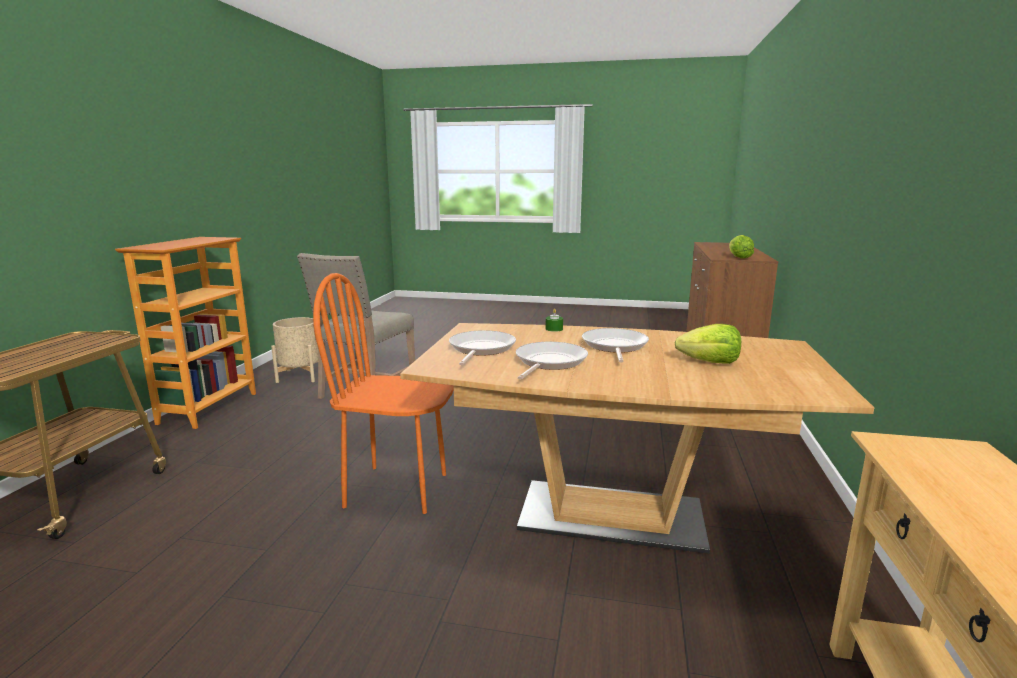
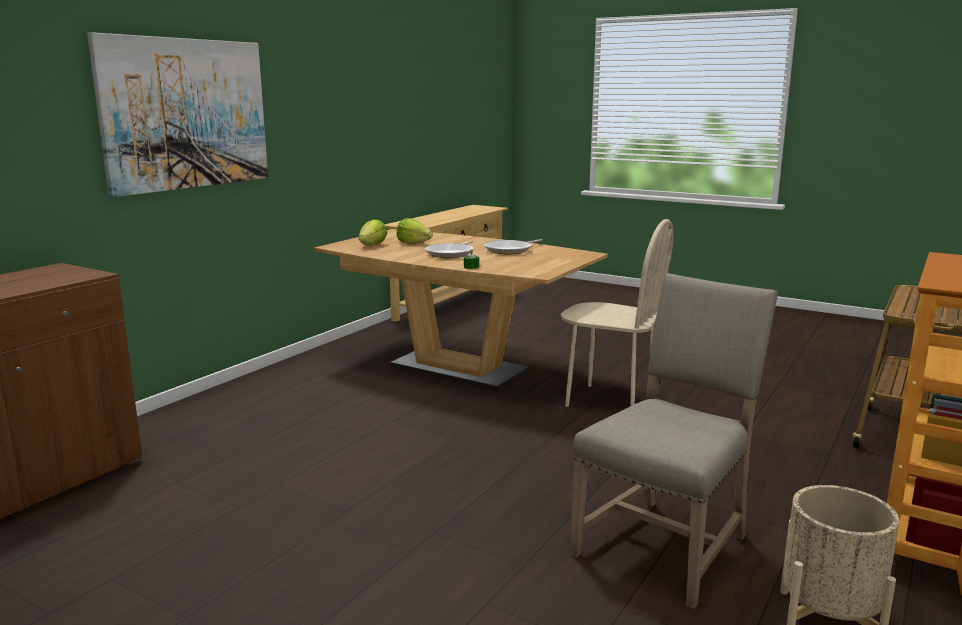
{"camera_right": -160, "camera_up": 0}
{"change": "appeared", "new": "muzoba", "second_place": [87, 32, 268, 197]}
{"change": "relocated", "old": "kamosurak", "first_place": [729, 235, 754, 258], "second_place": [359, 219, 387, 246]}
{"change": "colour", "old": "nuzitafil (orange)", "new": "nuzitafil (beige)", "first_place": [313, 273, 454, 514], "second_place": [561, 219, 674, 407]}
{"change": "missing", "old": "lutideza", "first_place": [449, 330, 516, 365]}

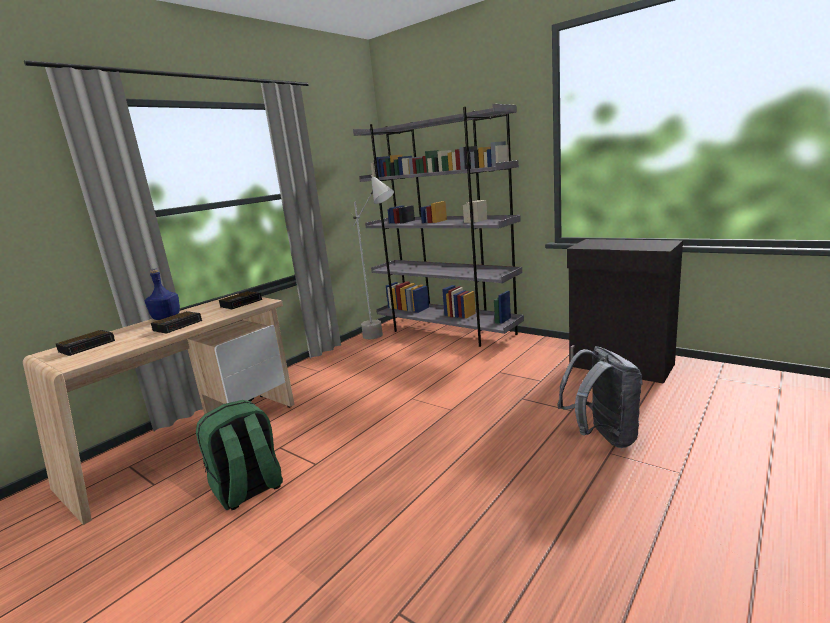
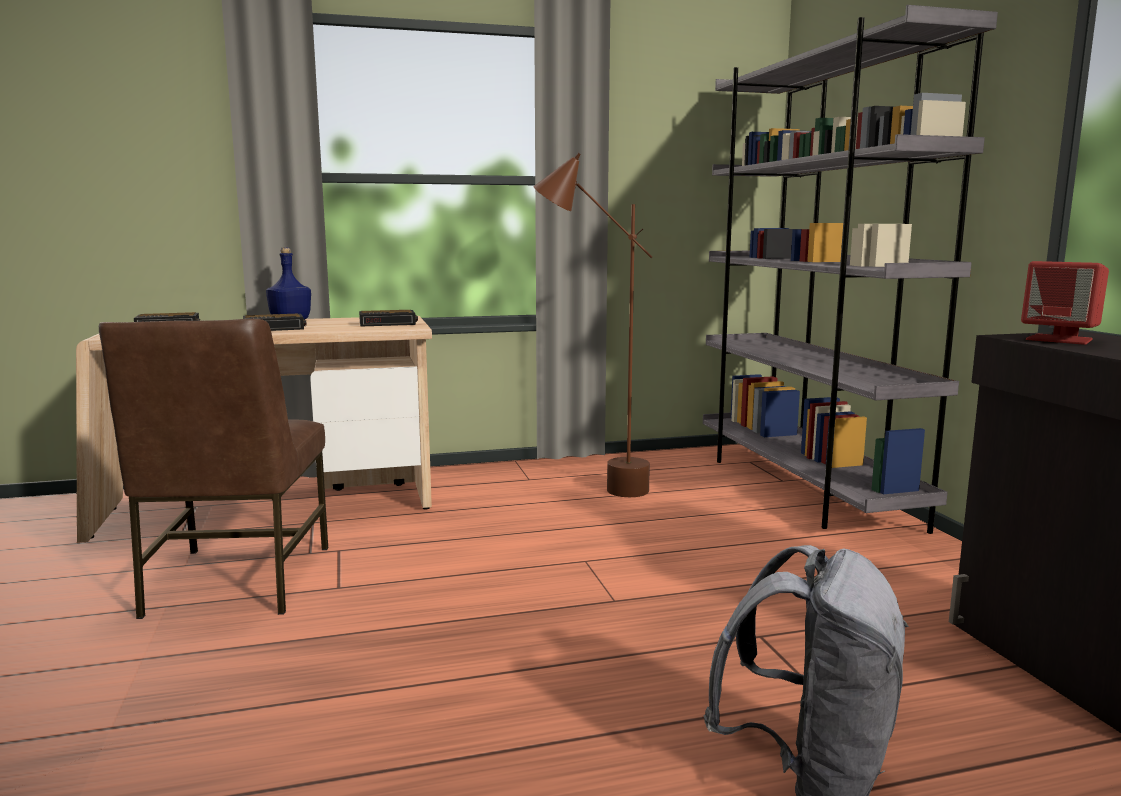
{"camera_right": 35, "camera_up": -5}
{"change": "exchanged", "old": "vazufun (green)", "new": "nuzitafil (brown)", "first_place": [196, 400, 283, 510], "second_place": [99, 319, 328, 619]}
{"change": "appeared", "new": "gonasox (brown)", "second_place": [534, 153, 652, 497]}
{"change": "appeared", "new": "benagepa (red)", "second_place": [1021, 261, 1109, 345]}
{"change": "missing", "old": "gonasox (grey)", "first_place": [353, 175, 394, 339]}

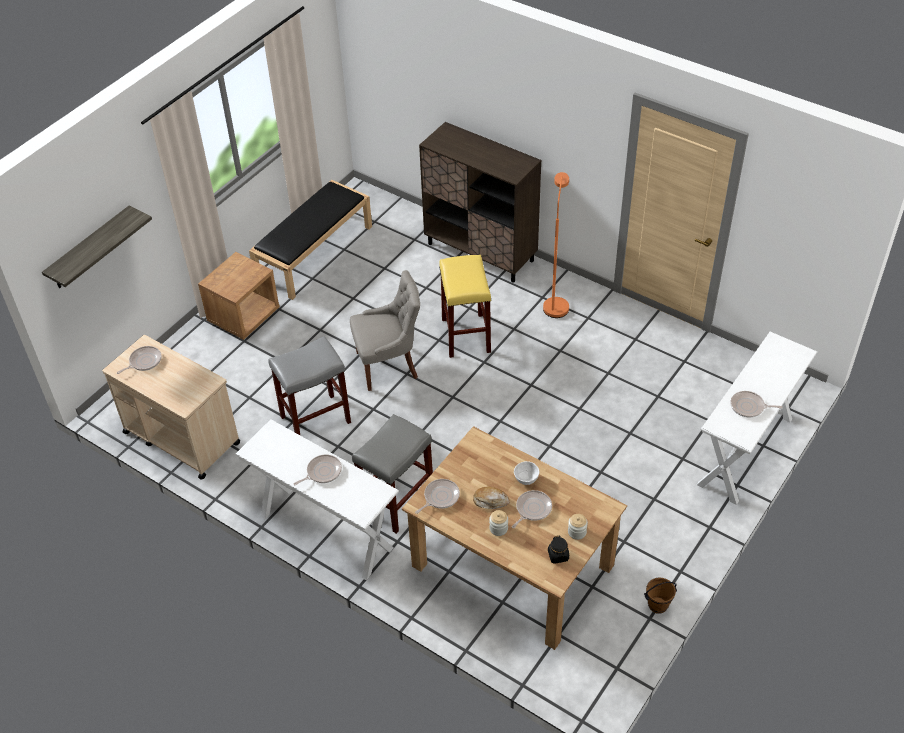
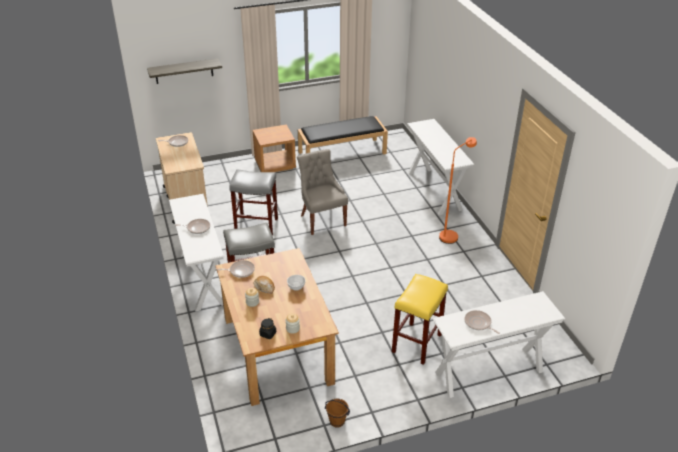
{"camera_right": 35, "camera_up": -10}
{"change": "spun", "old": "nuzitafil (grey)", "first_place": [350, 270, 420, 391], "second_place": [297, 149, 348, 235], "degrees": -135}
{"change": "relocated", "old": "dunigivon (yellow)", "first_place": [439, 255, 491, 358], "second_place": [392, 274, 448, 365]}
{"change": "exchanged", "old": "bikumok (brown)", "new": "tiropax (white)", "first_place": [419, 122, 541, 282], "second_place": [407, 119, 474, 215]}
{"change": "missing", "old": "lutideza", "first_place": [512, 490, 552, 528]}

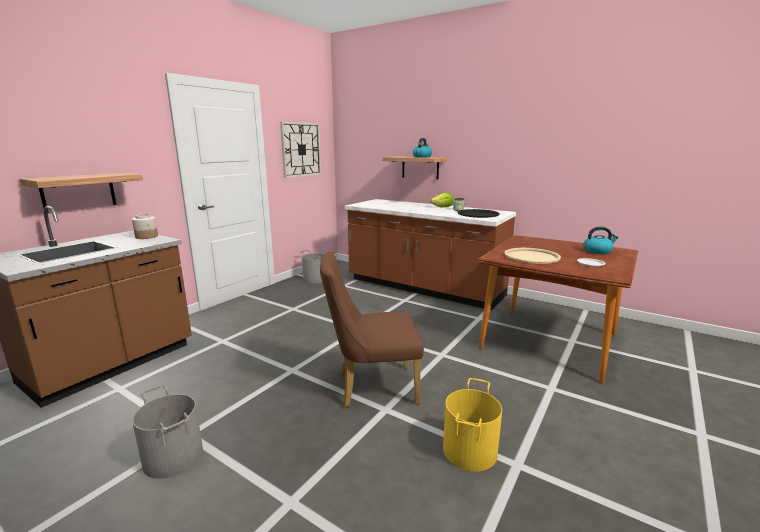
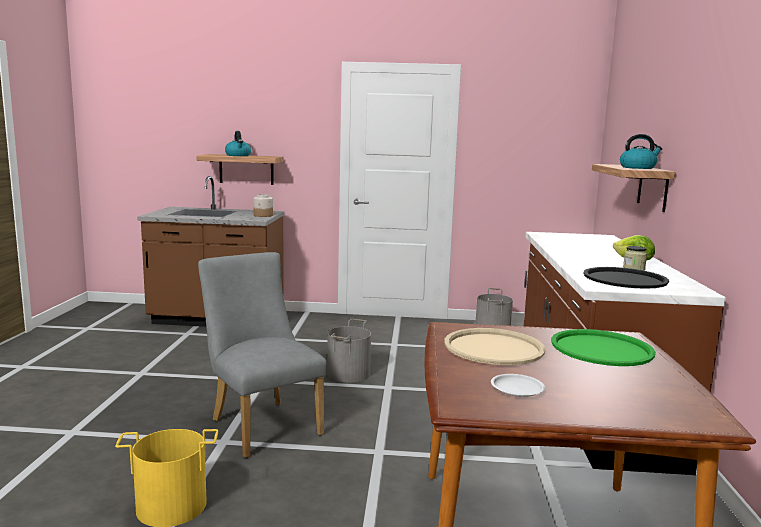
{"camera_right": 60, "camera_up": -5}
{"change": "colour", "old": "nuzitafil (brown)", "new": "nuzitafil (grey)", "first_place": [320, 251, 424, 407], "second_place": [198, 252, 327, 458]}
{"change": "relocated", "old": "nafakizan", "first_place": [583, 226, 618, 254], "second_place": [225, 131, 251, 156]}
{"change": "relocated", "old": "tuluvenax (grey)", "first_place": [132, 385, 203, 479], "second_place": [327, 319, 371, 382]}
{"change": "appeared", "new": "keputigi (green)", "second_place": [551, 329, 656, 366]}
{"change": "missing", "old": "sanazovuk", "first_place": [280, 122, 321, 178]}

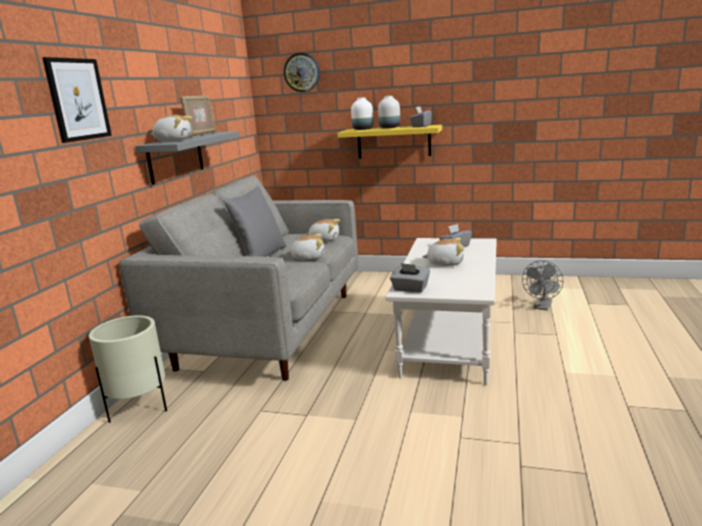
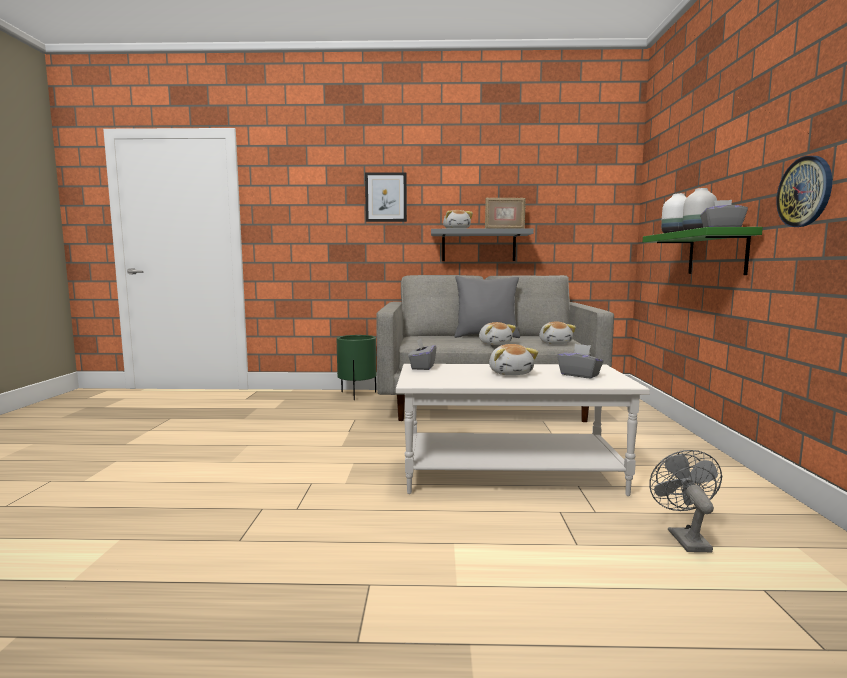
{"camera_right": 75, "camera_up": -10}
{"change": "colour", "old": "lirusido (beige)", "new": "lirusido (green)", "first_place": [89, 315, 167, 423], "second_place": [337, 335, 376, 400]}
{"change": "colour", "old": "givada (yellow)", "new": "givada (green)", "first_place": [338, 125, 442, 159], "second_place": [643, 227, 763, 275]}
{"change": "spun", "old": "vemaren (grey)", "first_place": [522, 260, 563, 310], "second_place": [649, 450, 722, 552], "degrees": 75}
{"change": "relocated", "old": "sanazovuk", "first_place": [284, 53, 320, 92], "second_place": [776, 156, 832, 227]}

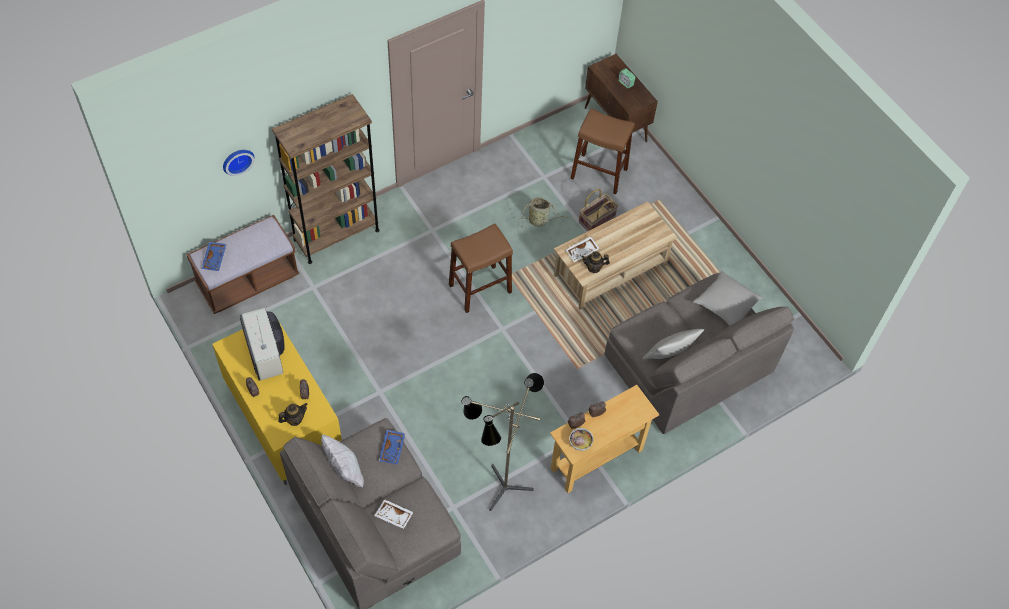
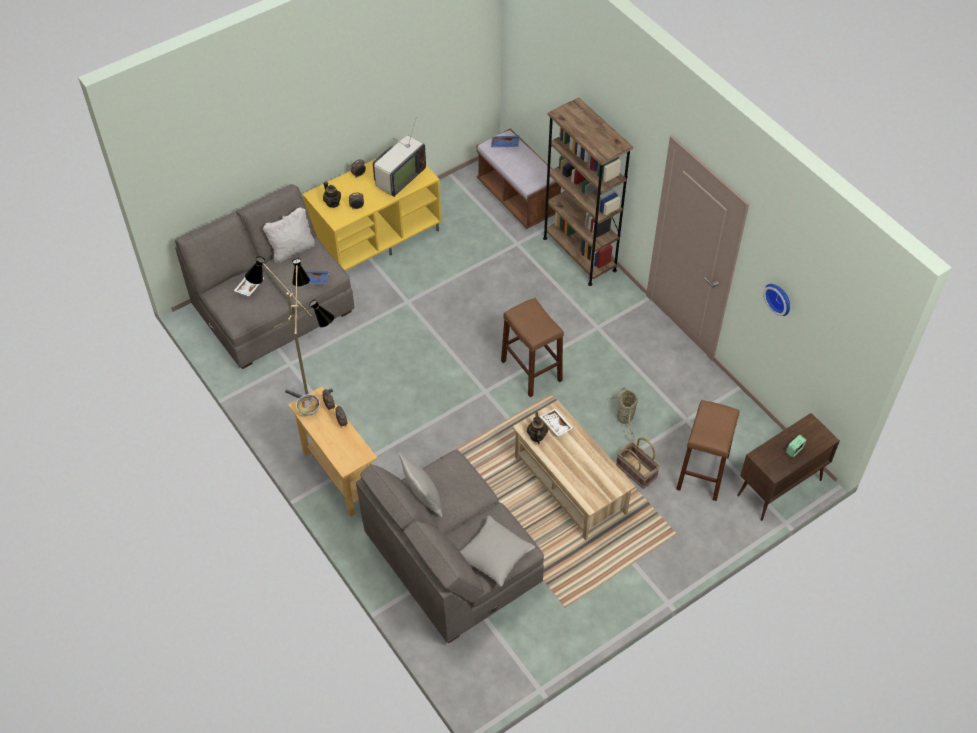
{"camera_right": 90, "camera_up": -5}
{"change": "spun", "old": "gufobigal", "first_place": [240, 308, 285, 381], "second_place": [373, 120, 426, 197], "degrees": 150}
{"change": "relocated", "old": "sanazovuk", "first_place": [223, 150, 254, 176], "second_place": [763, 284, 790, 316]}

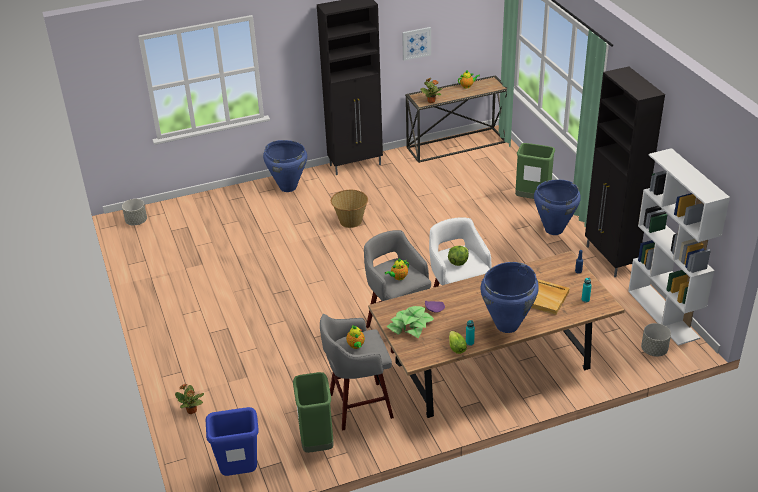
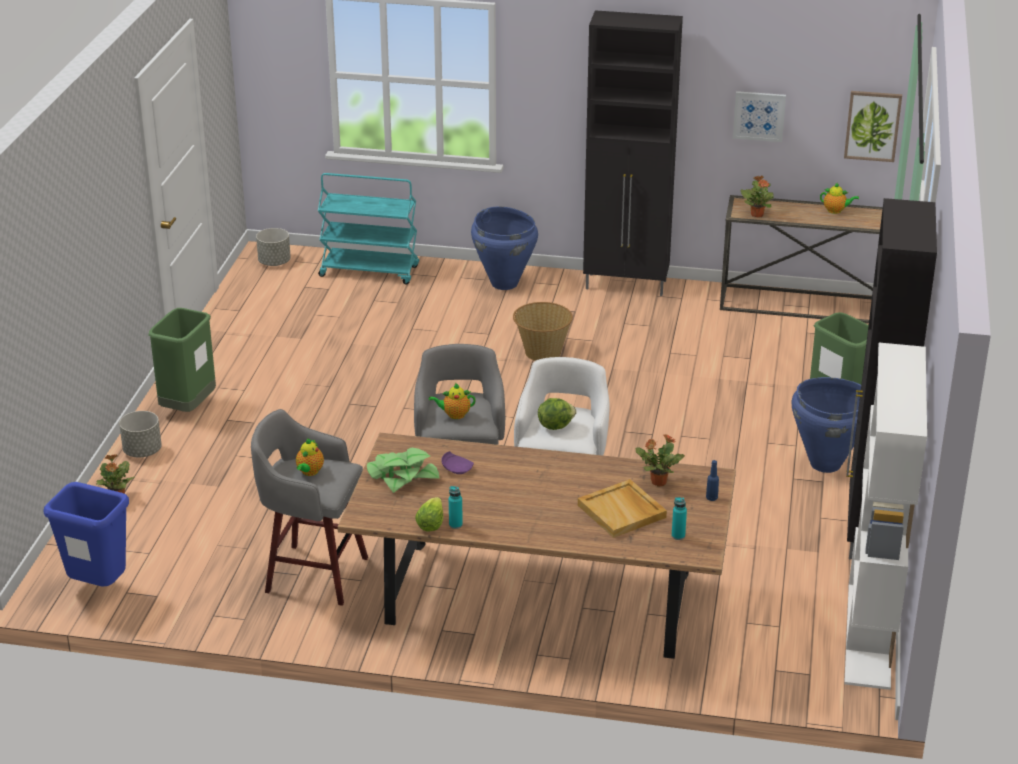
{"camera_right": 30, "camera_up": -5}
{"change": "relocated", "old": "lirusido (grey)", "first_place": [641, 323, 671, 357], "second_place": [119, 411, 162, 457]}
{"change": "relocated", "old": "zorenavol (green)", "first_place": [293, 372, 334, 453], "second_place": [148, 308, 216, 412]}
{"change": "appeared", "new": "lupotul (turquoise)", "second_place": [318, 173, 419, 284]}
{"change": "appeared", "new": "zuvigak", "second_place": [636, 434, 685, 487]}
{"change": "appeared", "new": "muzoba", "second_place": [844, 91, 902, 162]}
{"change": "missing", "old": "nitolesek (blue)", "first_place": [480, 262, 539, 333]}

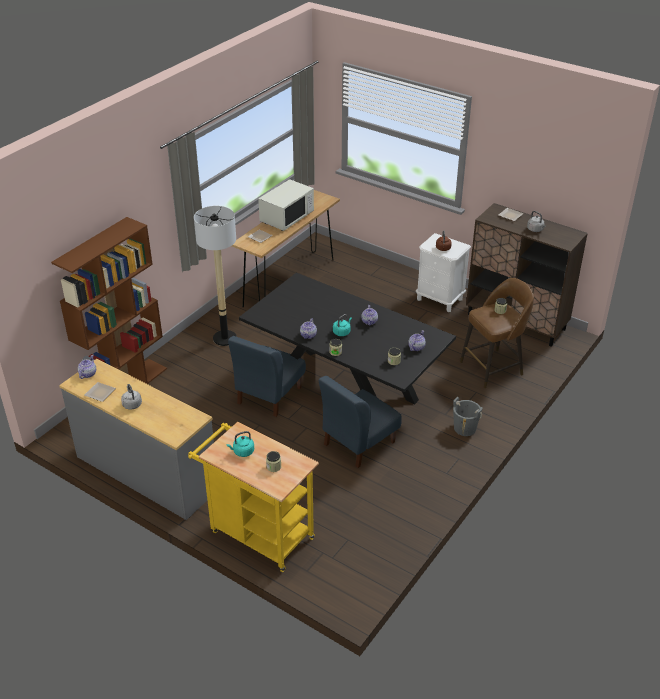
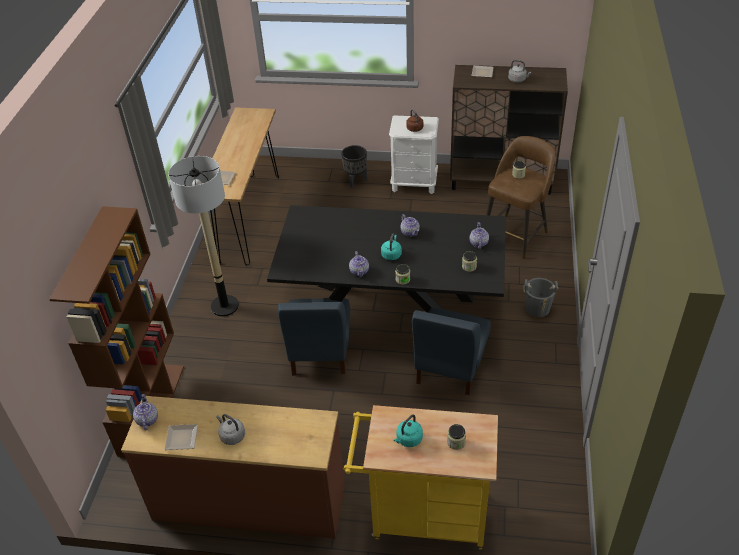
{"camera_right": -25, "camera_up": 5}
{"change": "colour", "old": "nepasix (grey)", "new": "nepasix (brown)", "first_place": [59, 359, 214, 520], "second_place": [121, 396, 345, 539]}
{"change": "appeared", "new": "lirusido (black)", "second_place": [341, 145, 367, 188]}
{"change": "missing", "old": "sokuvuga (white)", "first_place": [258, 179, 314, 231]}

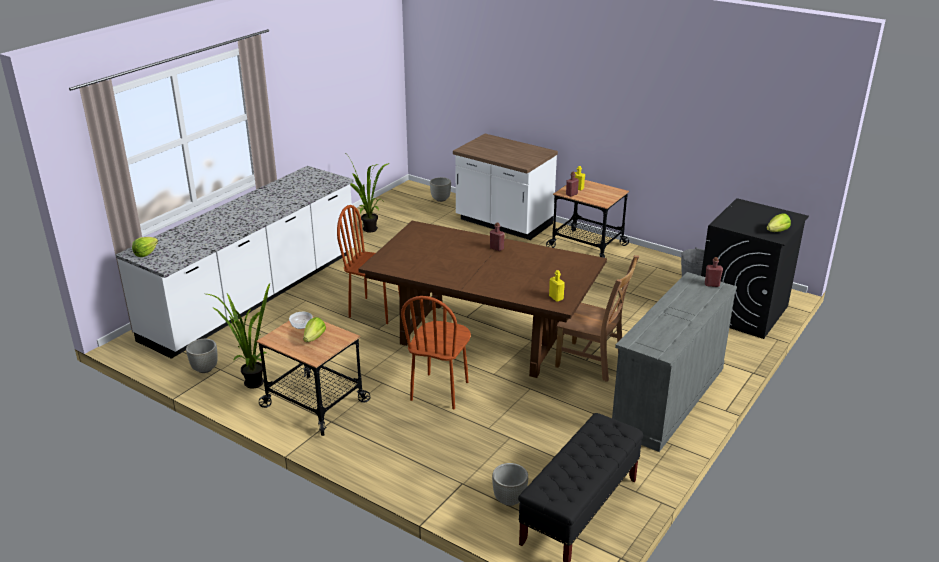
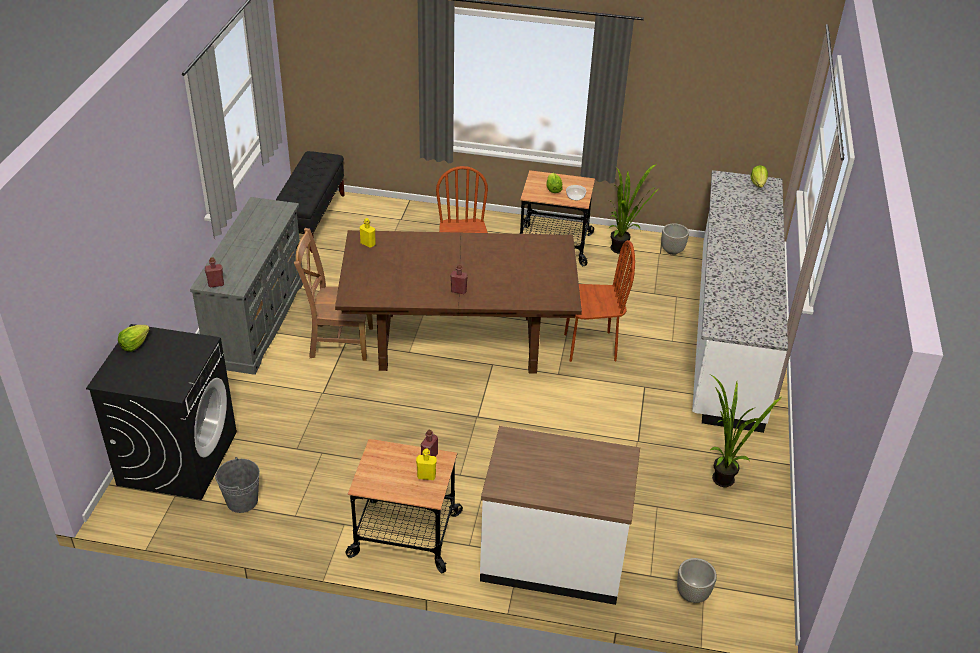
{"camera_right": 155, "camera_up": 10}
{"change": "missing", "old": "lirusido (grey)", "first_place": [492, 463, 528, 506]}

